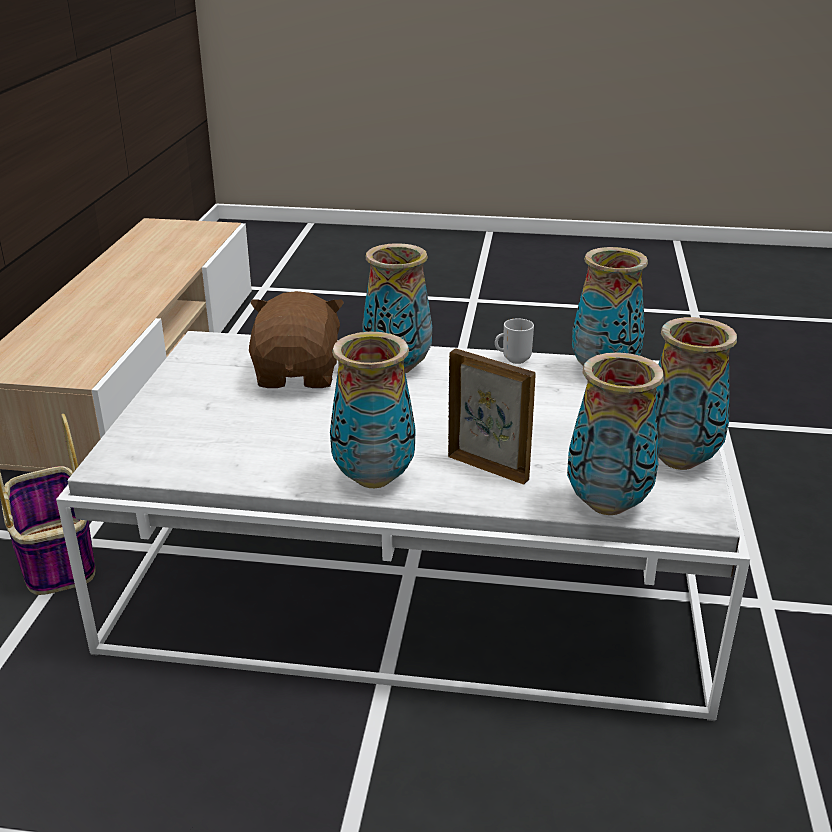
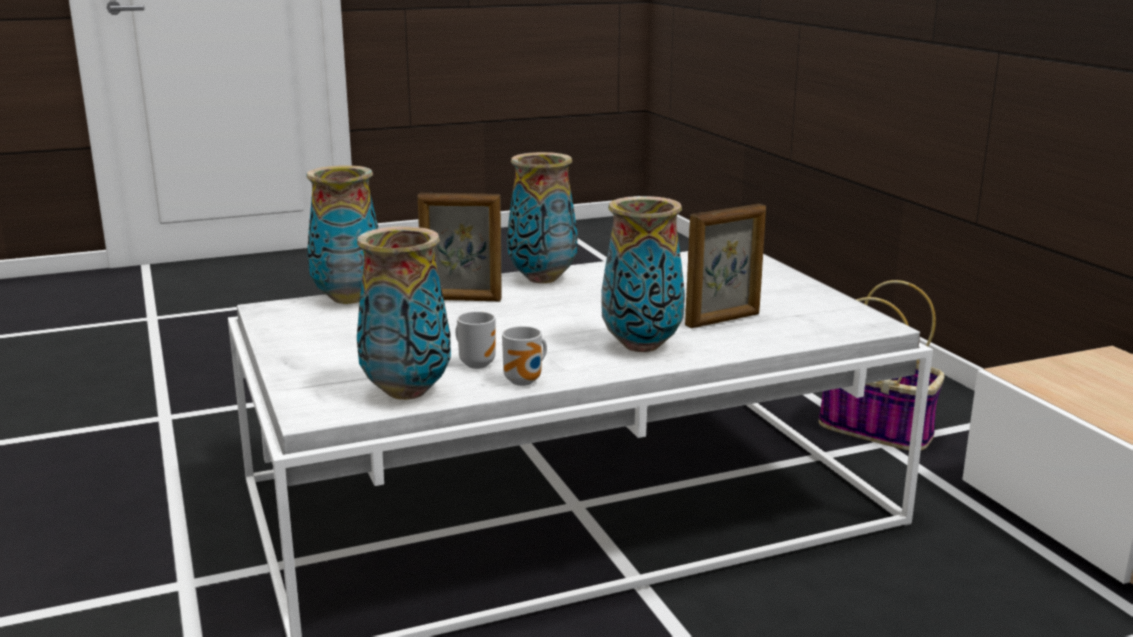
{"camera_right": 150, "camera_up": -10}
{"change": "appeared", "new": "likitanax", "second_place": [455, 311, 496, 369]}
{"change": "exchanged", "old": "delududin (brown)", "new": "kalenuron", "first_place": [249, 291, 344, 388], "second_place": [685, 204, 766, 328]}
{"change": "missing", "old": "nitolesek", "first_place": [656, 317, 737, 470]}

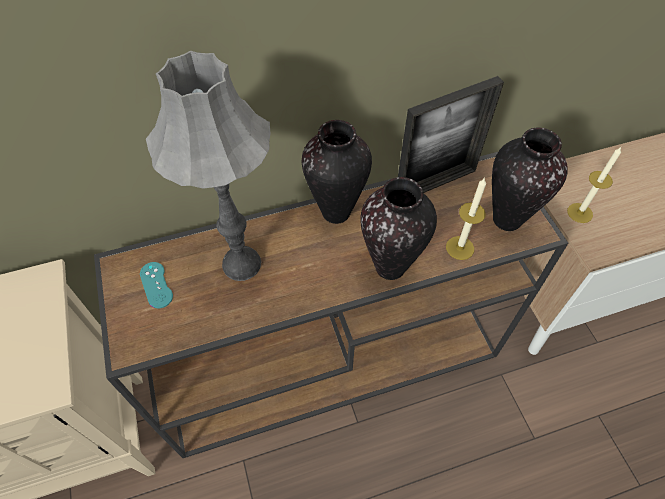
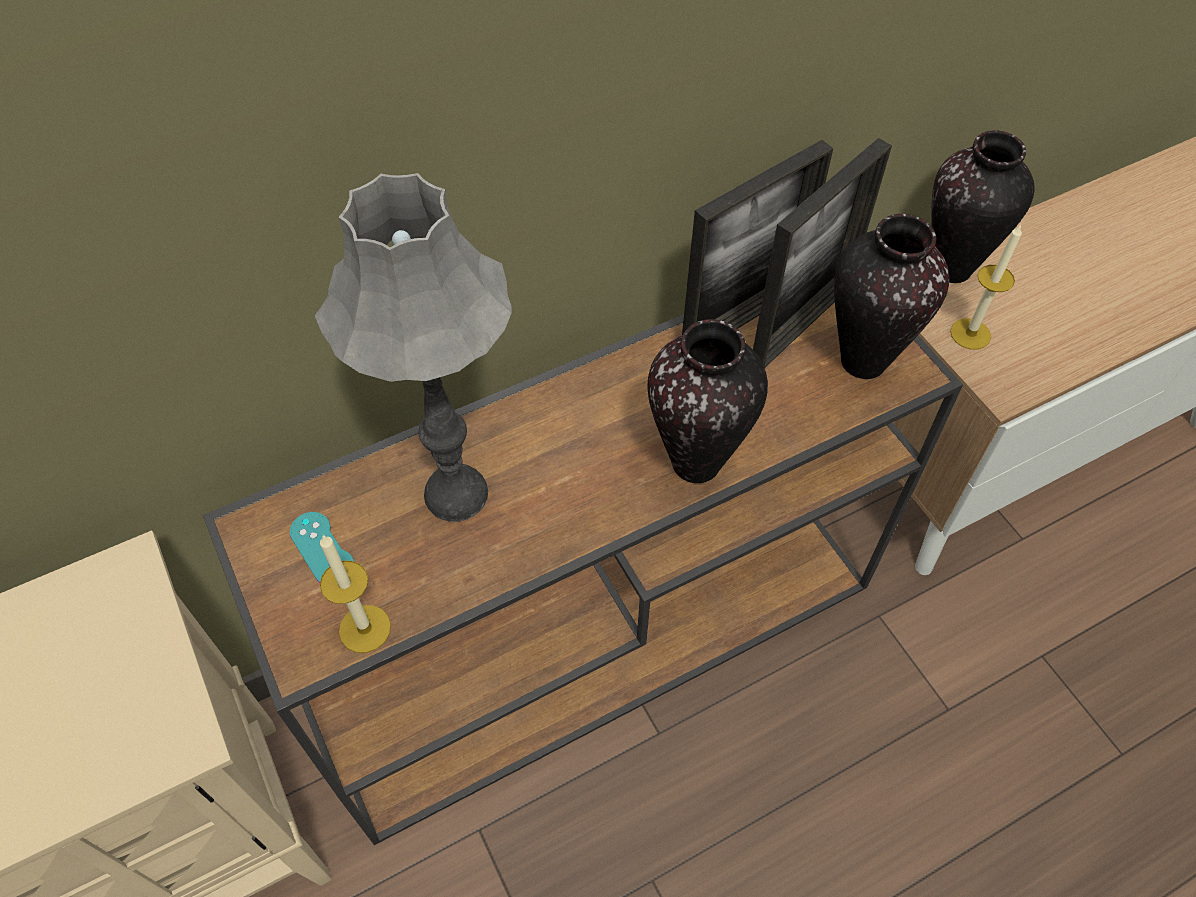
{"camera_right": -10, "camera_up": 0}
{"change": "relocated", "old": "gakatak", "first_place": [446, 178, 486, 260], "second_place": [320, 535, 391, 653]}
{"change": "appeared", "new": "kalenuron", "second_place": [753, 138, 892, 368]}
{"change": "relocated", "old": "nitolesek", "first_place": [302, 120, 372, 224], "second_place": [931, 131, 1034, 283]}

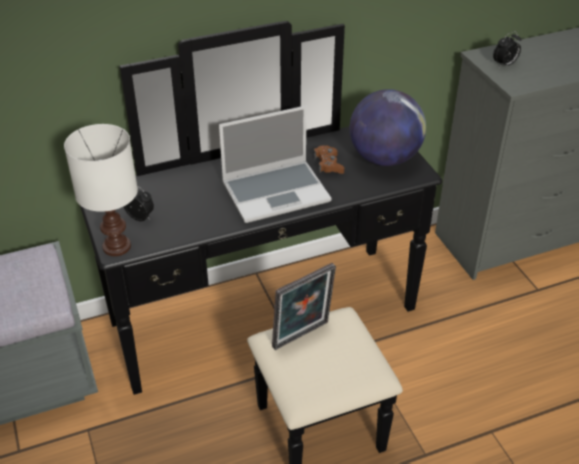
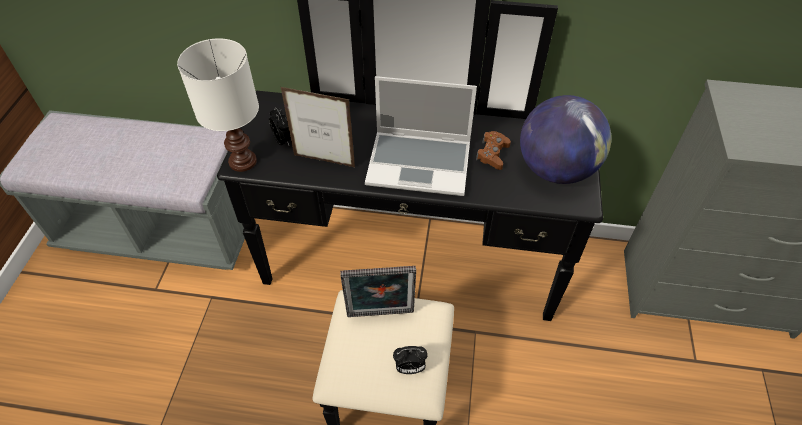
{"camera_right": 30, "camera_up": 10}
{"change": "appeared", "new": "kalenuron", "second_place": [281, 87, 355, 167]}
{"change": "relocated", "old": "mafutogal", "first_place": [493, 31, 522, 68], "second_place": [393, 346, 428, 374]}

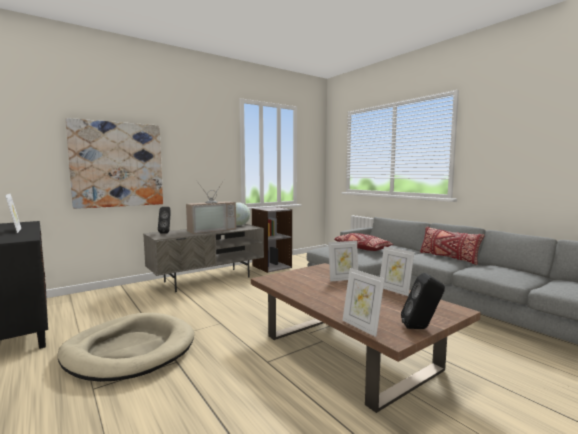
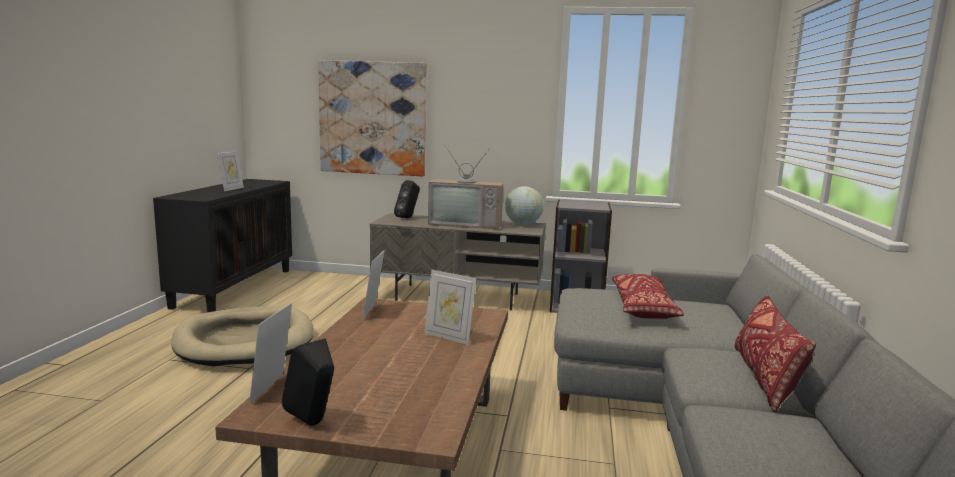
{"camera_right": 45, "camera_up": 5}
{"change": "relocated", "old": "kalenuron", "first_place": [380, 246, 414, 296], "second_place": [362, 250, 385, 320]}

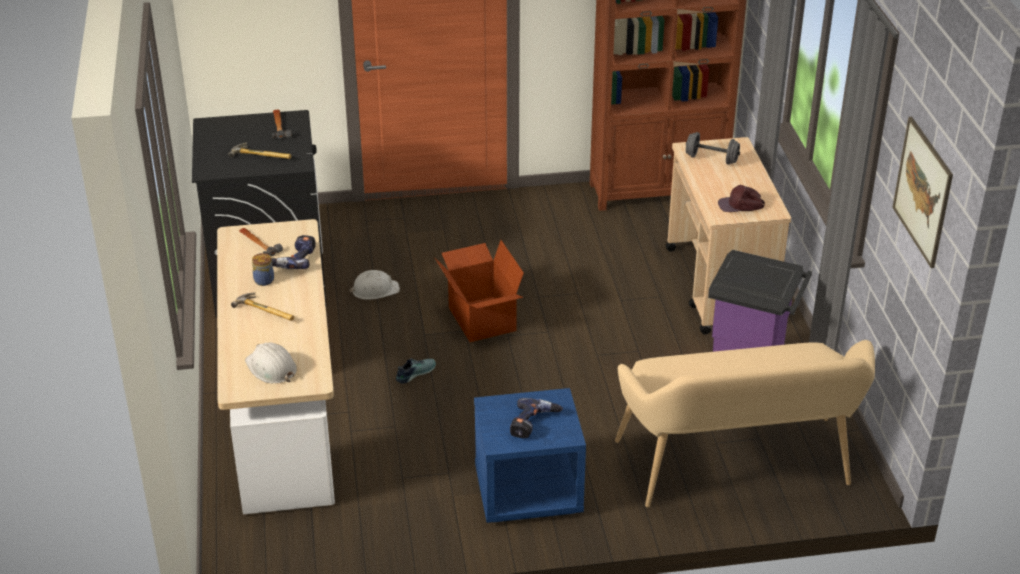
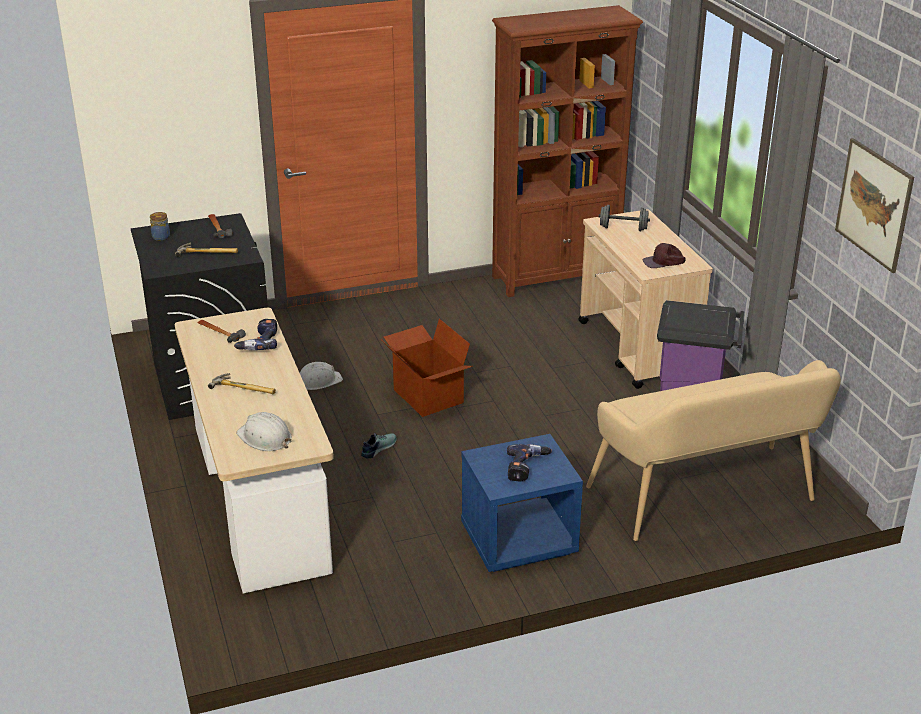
{"camera_right": -10, "camera_up": -5}
{"change": "relocated", "old": "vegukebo", "first_place": [252, 253, 274, 286], "second_place": [150, 212, 170, 241]}

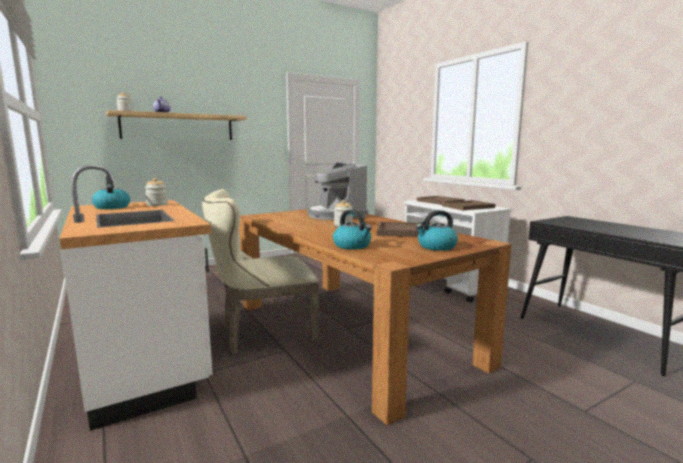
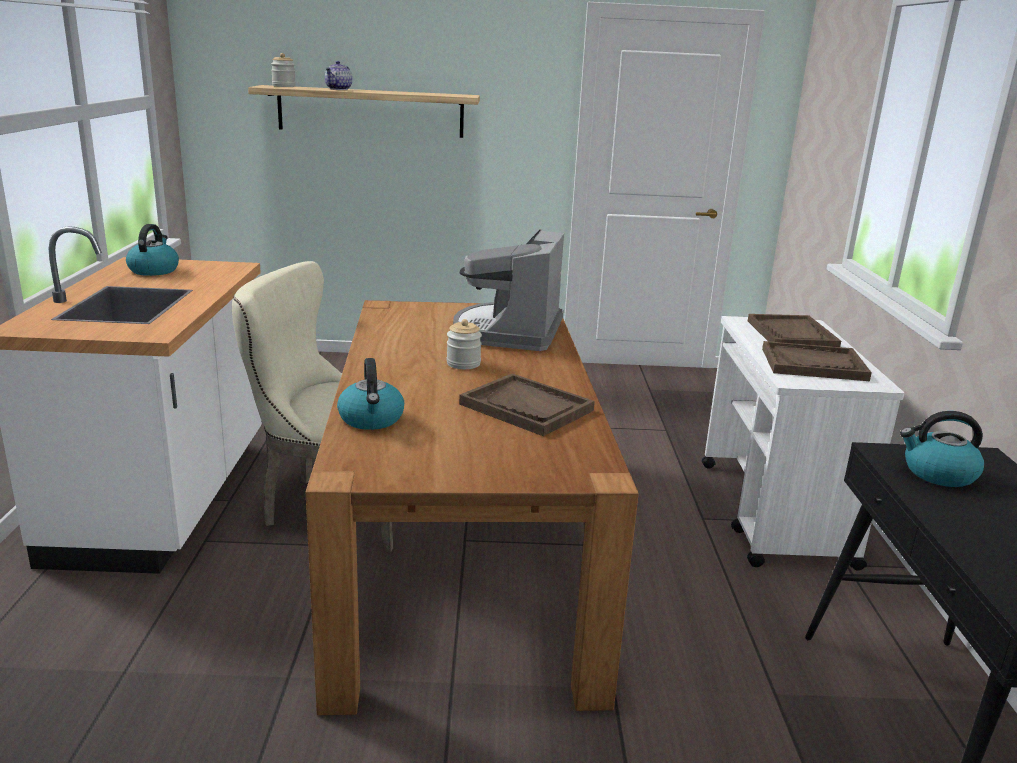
{"camera_right": 30, "camera_up": 10}
{"change": "relocated", "old": "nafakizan", "first_place": [416, 210, 458, 251], "second_place": [900, 411, 984, 487]}
{"change": "missing", "old": "vegukebo", "first_place": [145, 178, 168, 206]}

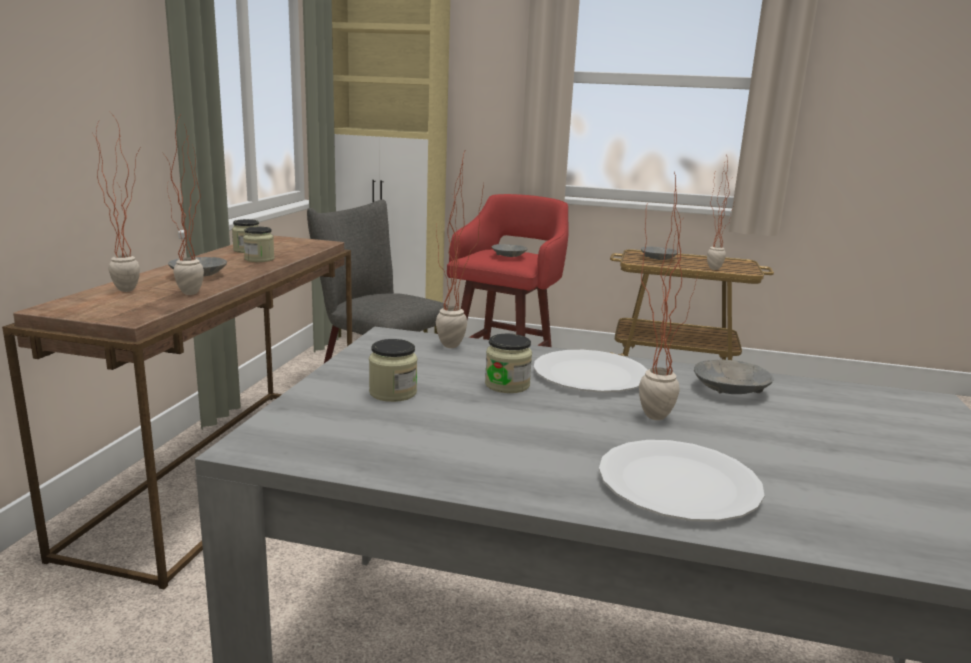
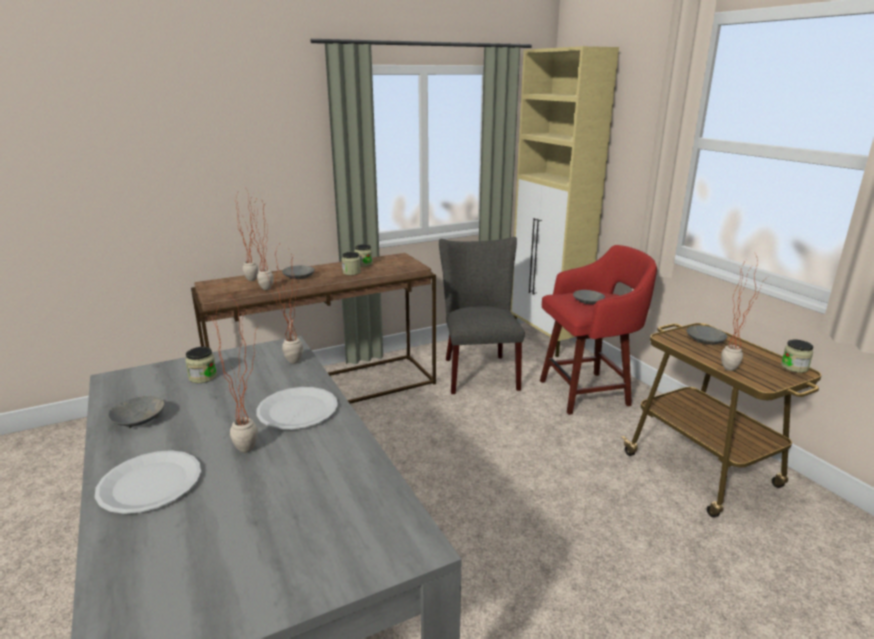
{"camera_right": 50, "camera_up": 5}
{"change": "relocated", "old": "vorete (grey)", "first_place": [694, 360, 774, 394], "second_place": [108, 396, 165, 428]}
{"change": "relocated", "old": "vegukebo", "first_place": [485, 334, 532, 393], "second_place": [781, 340, 813, 373]}

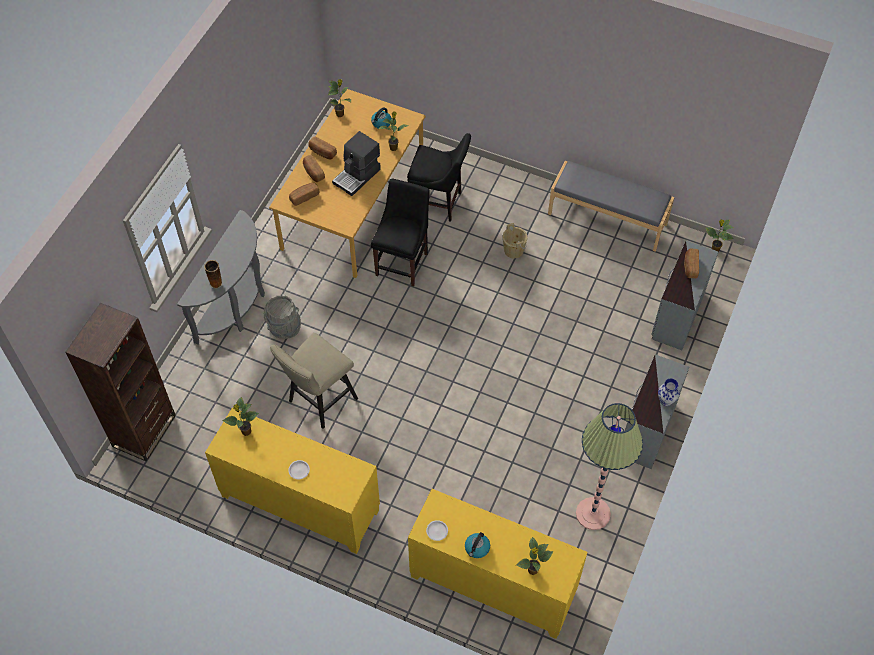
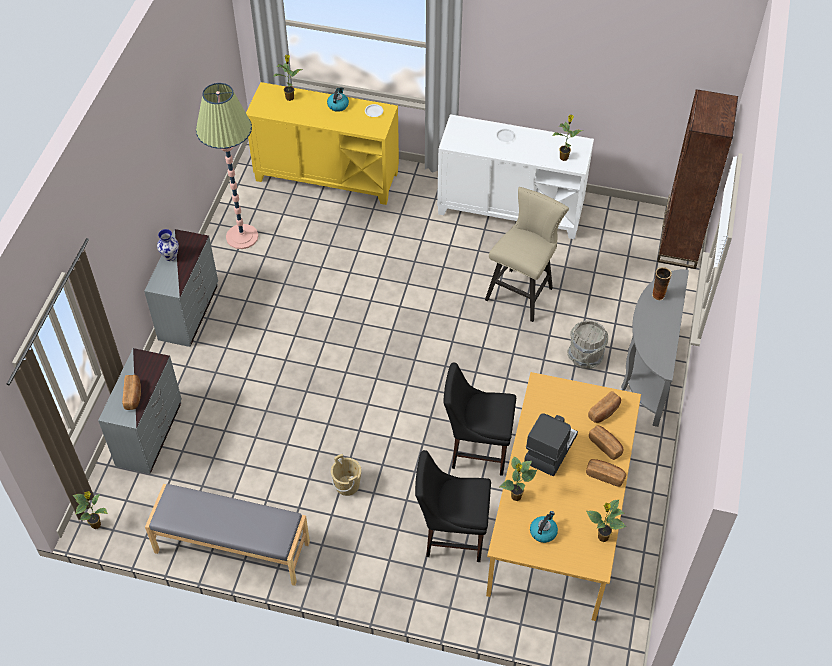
{"camera_right": 170, "camera_up": -5}
{"change": "colour", "old": "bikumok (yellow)", "new": "bikumok (white)", "first_place": [205, 407, 380, 554], "second_place": [437, 114, 594, 239]}
{"change": "spun", "old": "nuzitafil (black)", "first_place": [371, 178, 430, 287], "second_place": [443, 363, 516, 476], "degrees": 90}

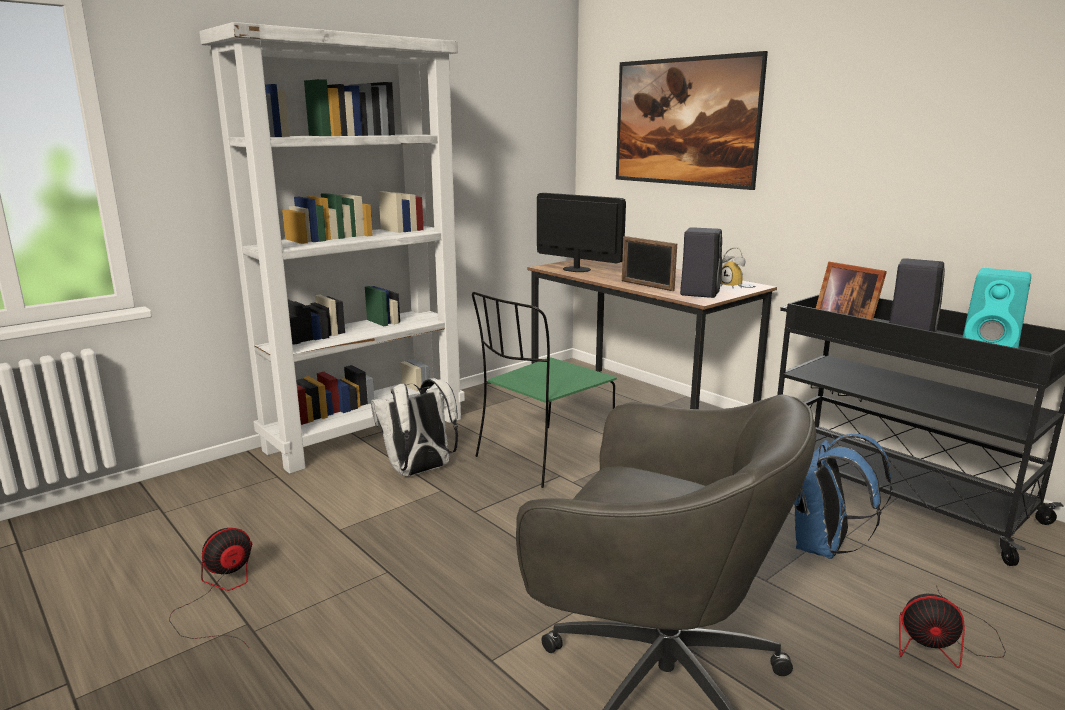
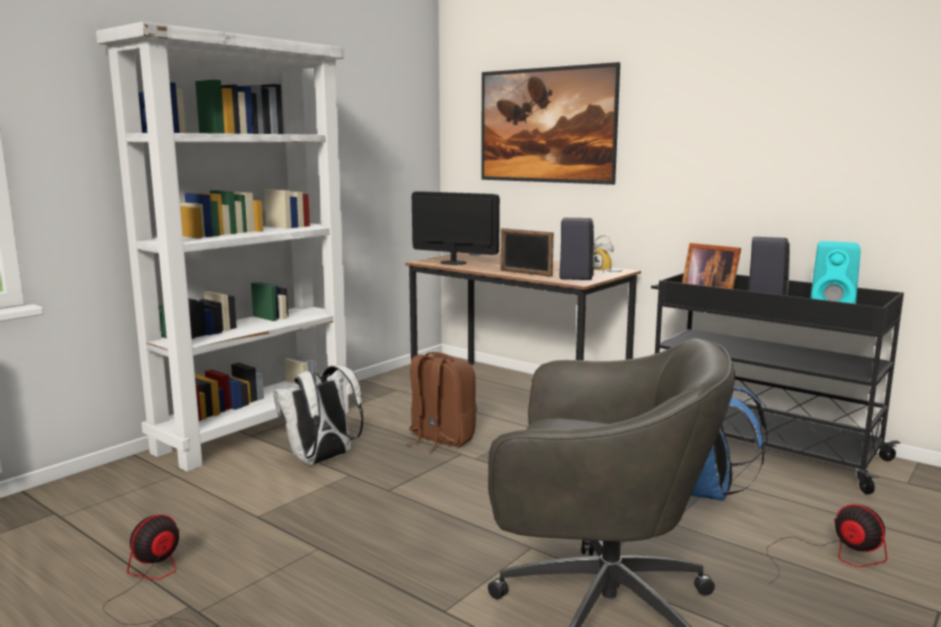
{"camera_right": -10, "camera_up": -5}
{"change": "exchanged", "old": "nuzitafil (green)", "new": "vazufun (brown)", "first_place": [472, 292, 617, 488], "second_place": [405, 352, 477, 453]}
{"change": "spun", "old": "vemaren", "first_place": [899, 585, 1006, 668], "second_place": [767, 504, 887, 583], "degrees": -135}

